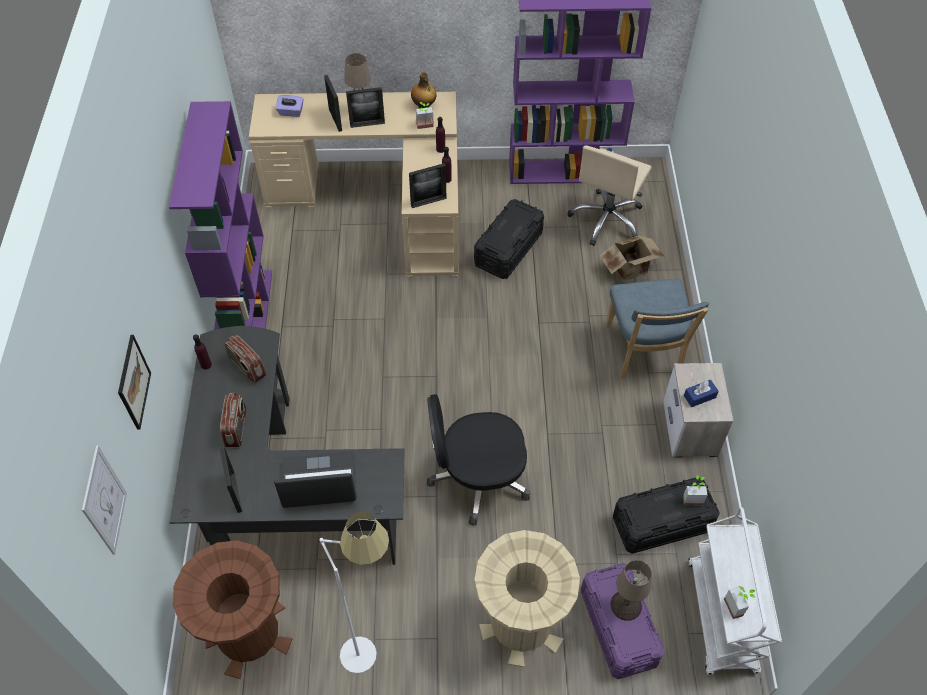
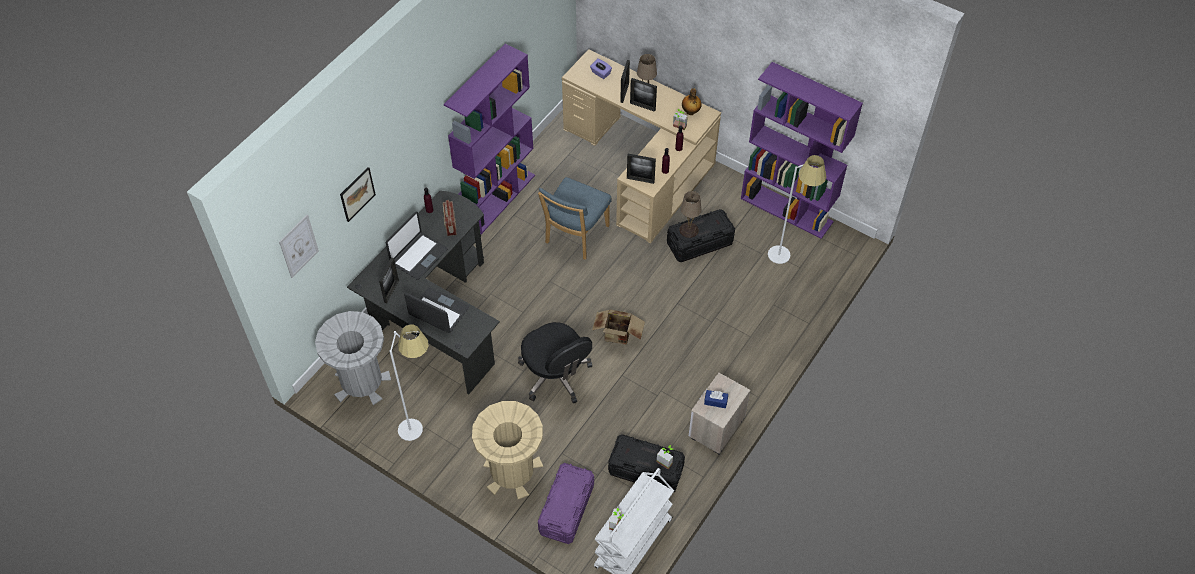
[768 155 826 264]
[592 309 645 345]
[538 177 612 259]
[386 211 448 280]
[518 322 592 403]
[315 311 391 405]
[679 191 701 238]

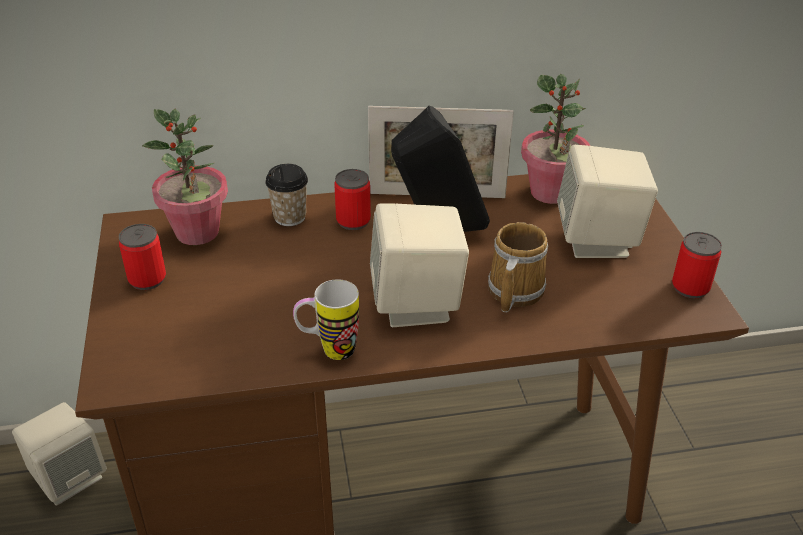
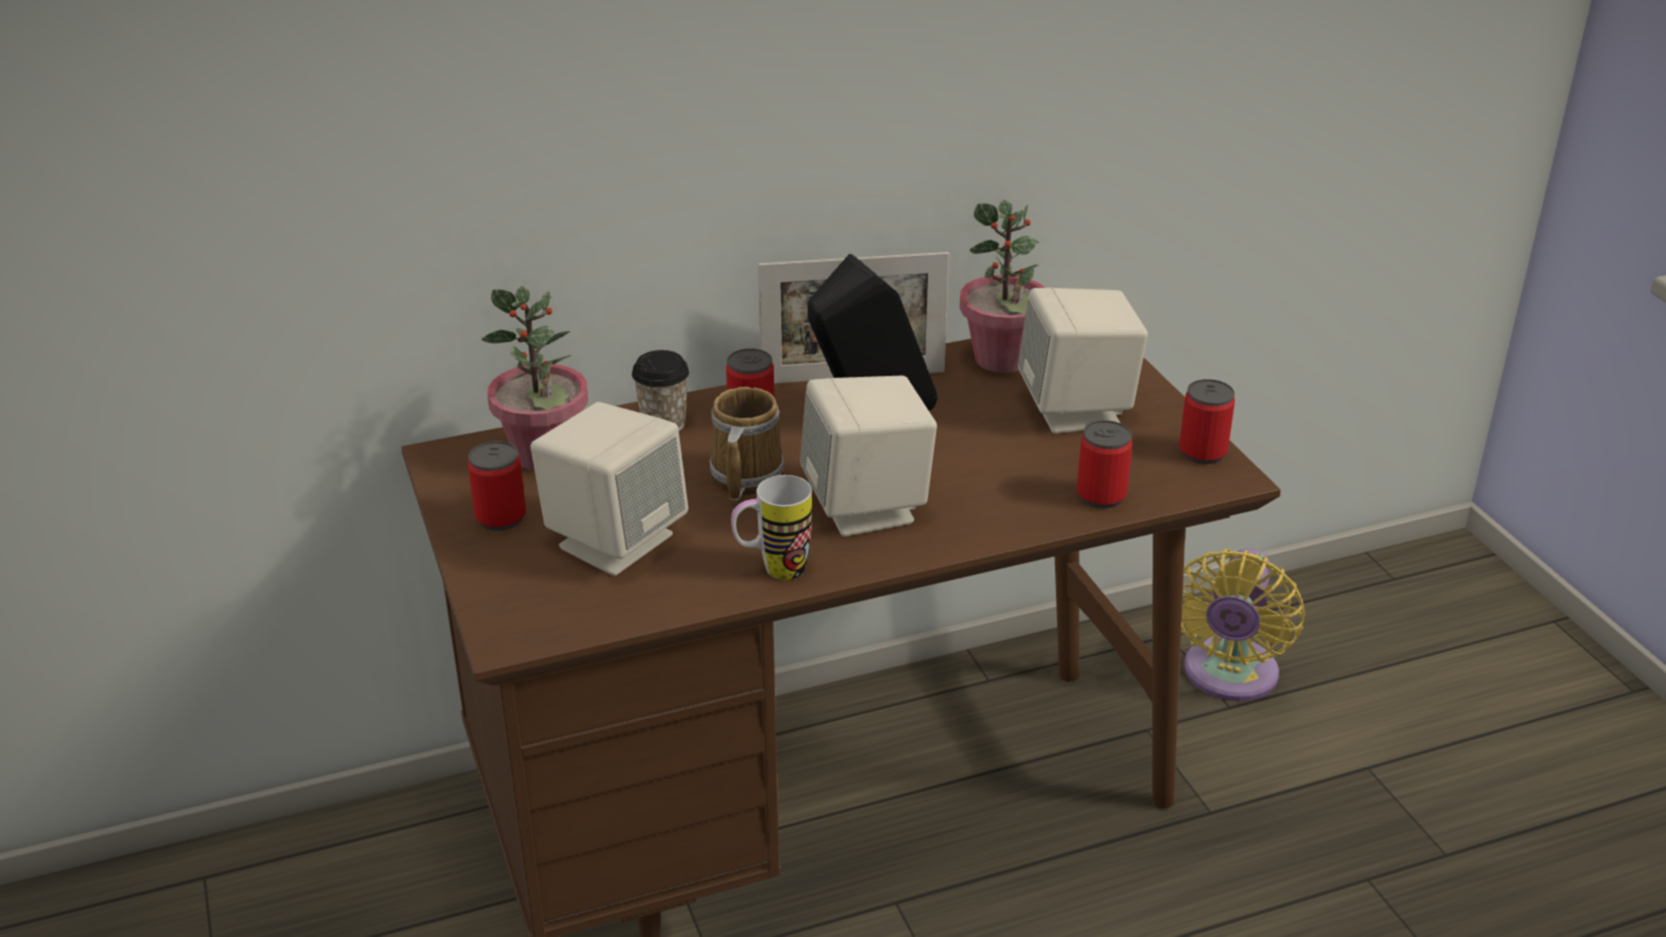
[709 387 785 501]
[531 402 688 576]
[1077 420 1133 508]
[1181 548 1305 701]

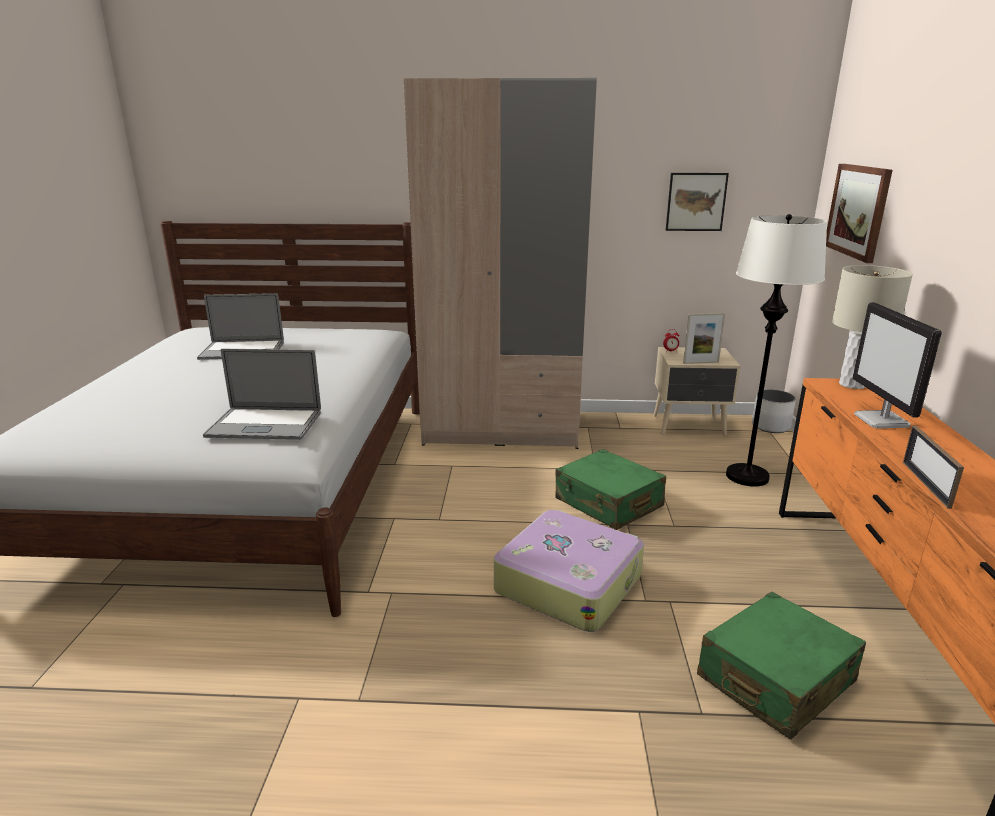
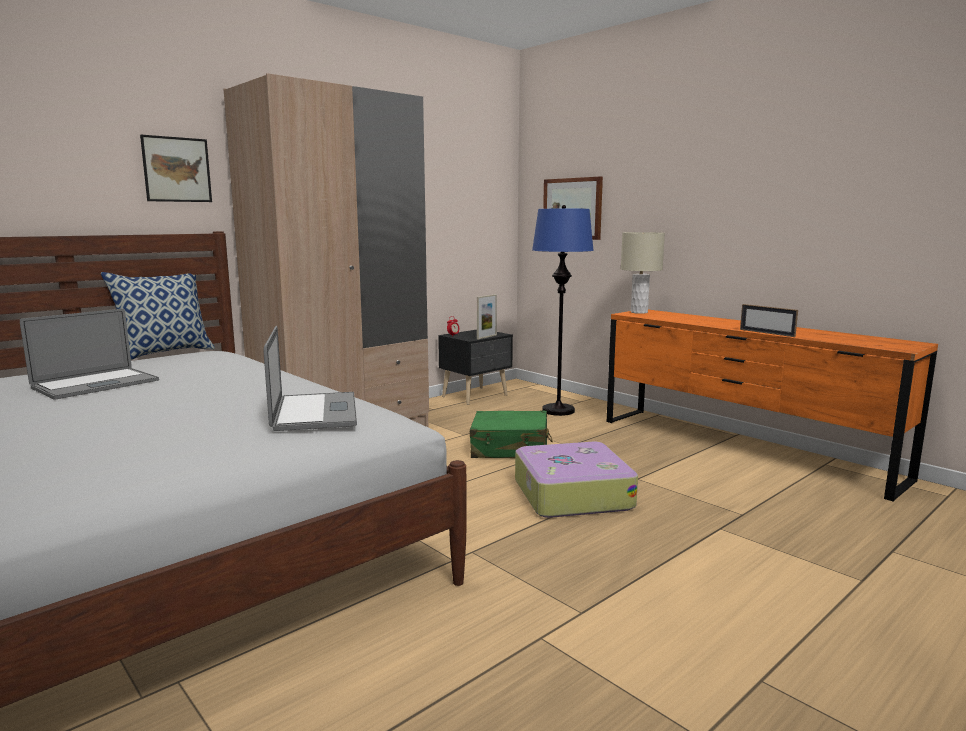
[140 135 212 202]
[532 205 594 416]
[852 302 942 428] (first image)
[438 330 513 405]
[264 326 357 431]
[752 389 796 433] (first image)
[697 591 866 740] (first image)
[101 272 215 360]

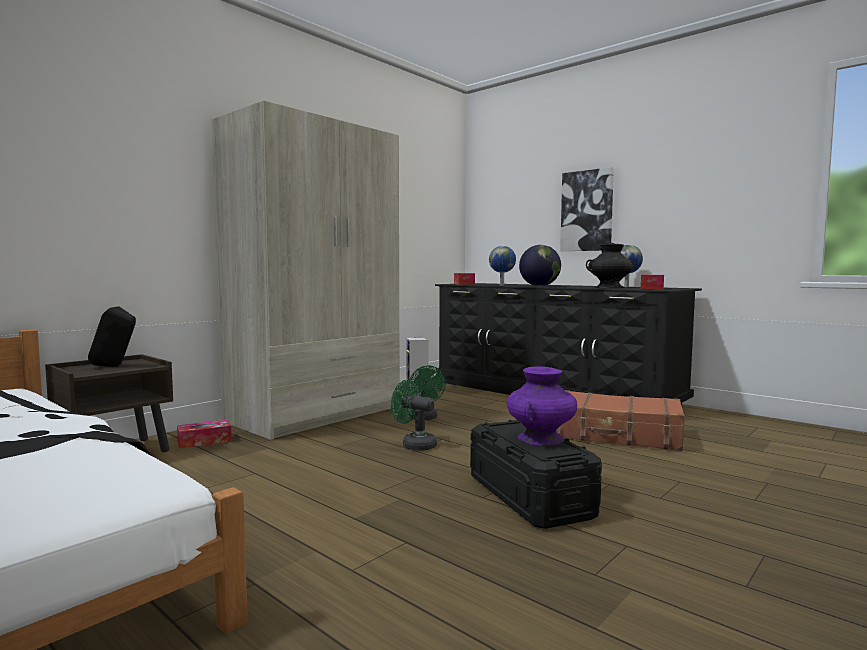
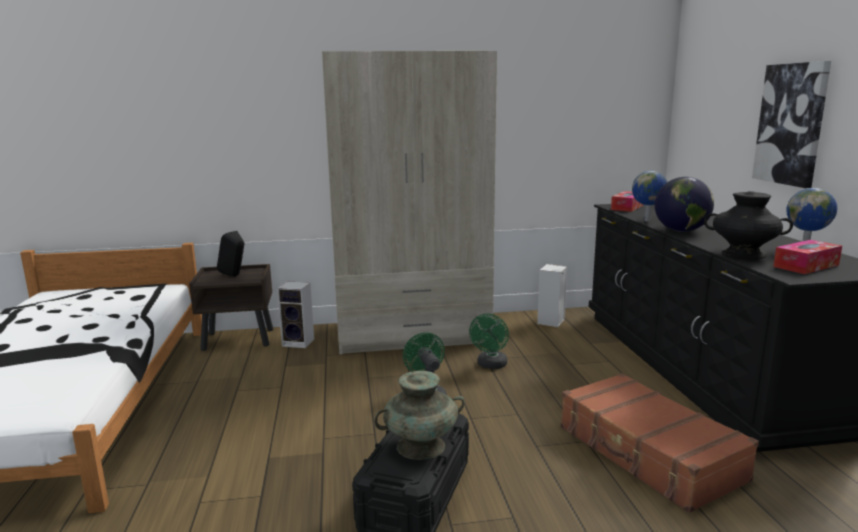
[374 371 465 460]
[277 281 314 348]

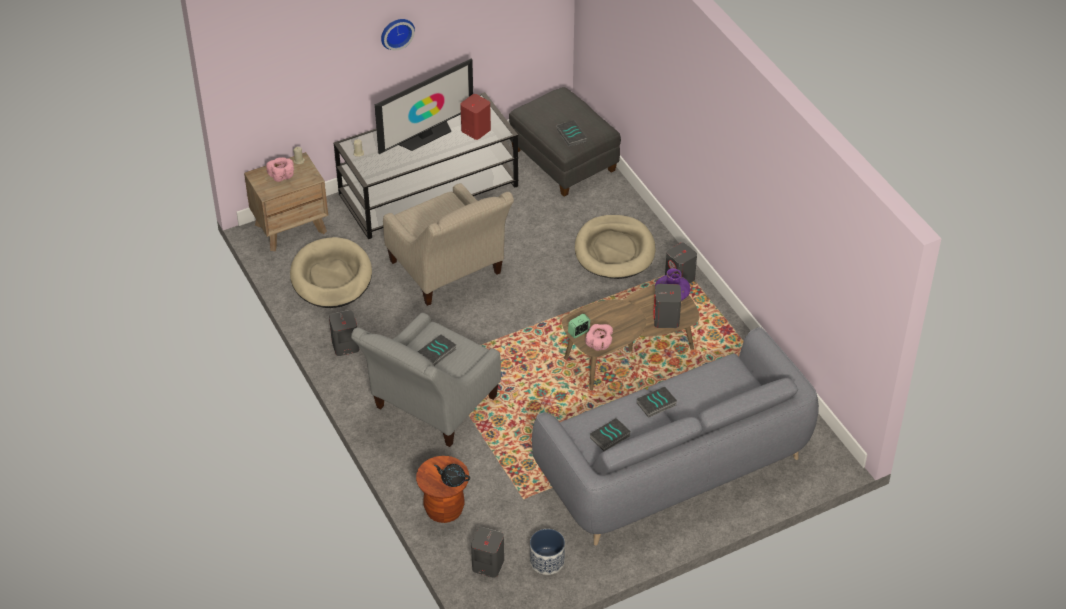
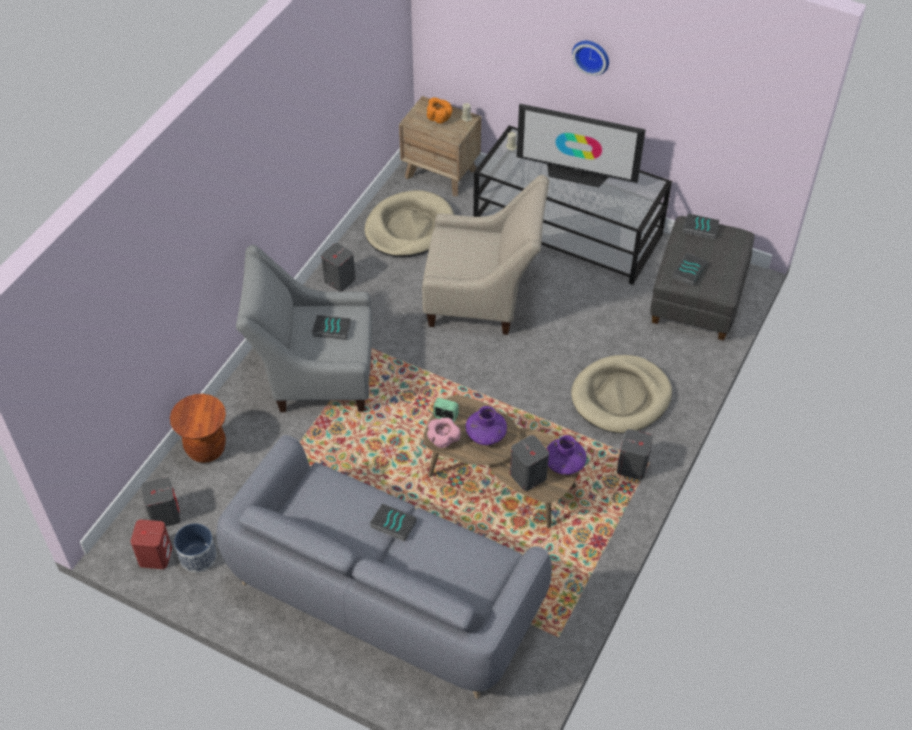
[130 520 172 569]
[427 97 452 124]
[422 175 549 335]
[683 213 719 239]
[434 464 470 487] (first image)
[466 406 507 445]

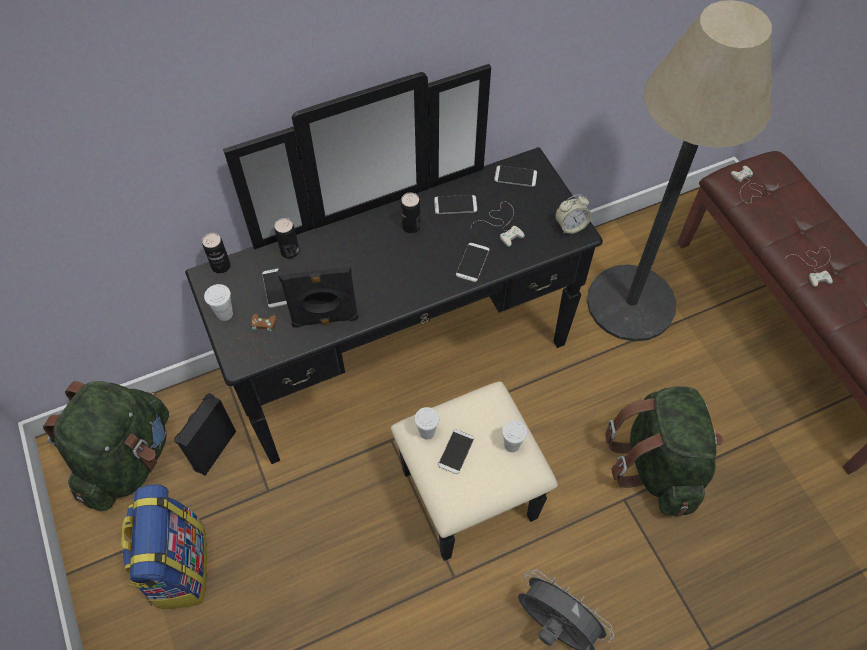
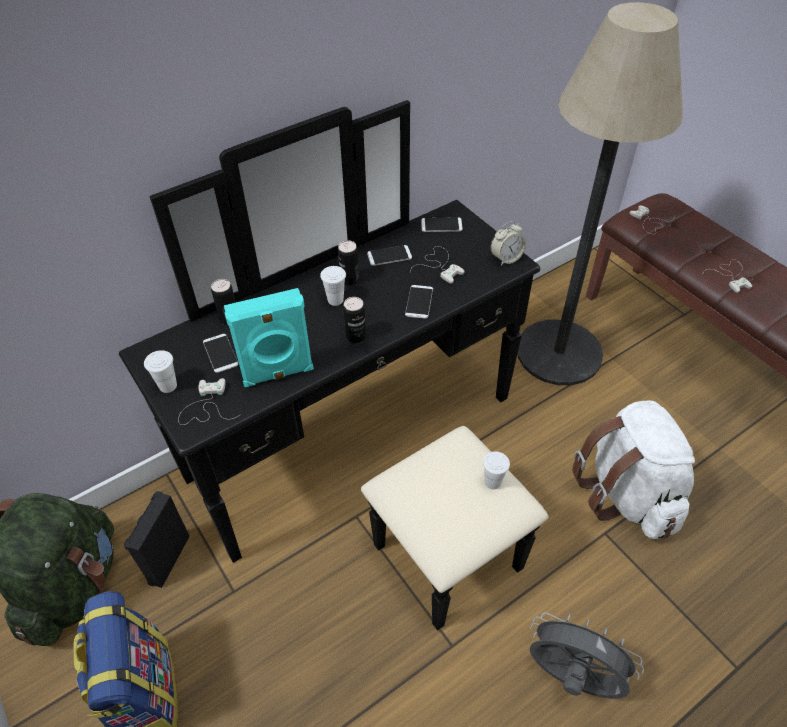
[343 297 366 344]
[224 288 314 387]
[178 378 241 425]
[572 401 695 539]
[320 266 346 306]
[438 429 474 474] (first image)

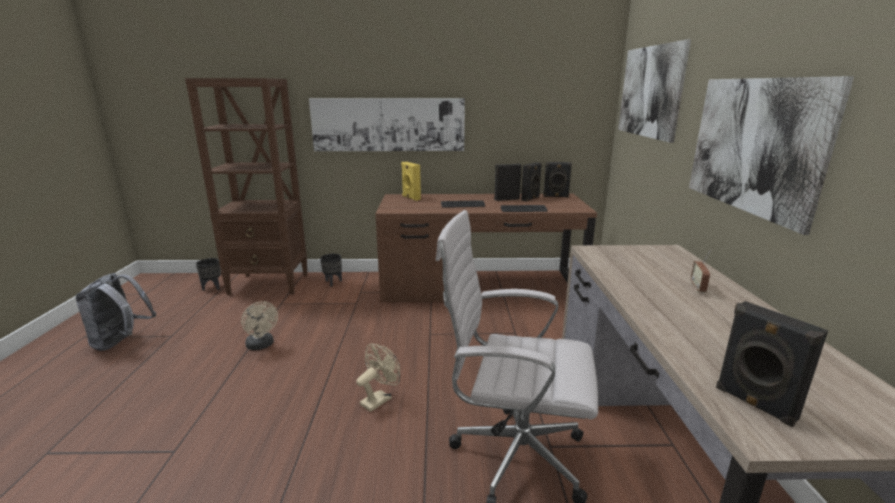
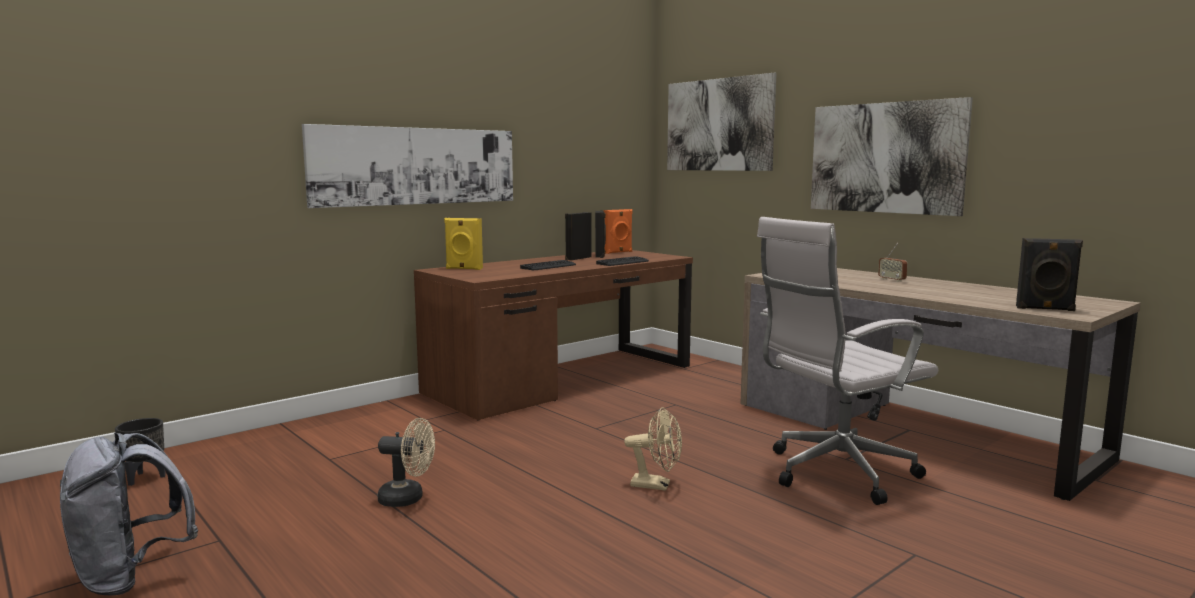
[185 78 308 295] (first image)
[604 209 632 254]
[320 254 342 286] (first image)
[624 407 682 491]

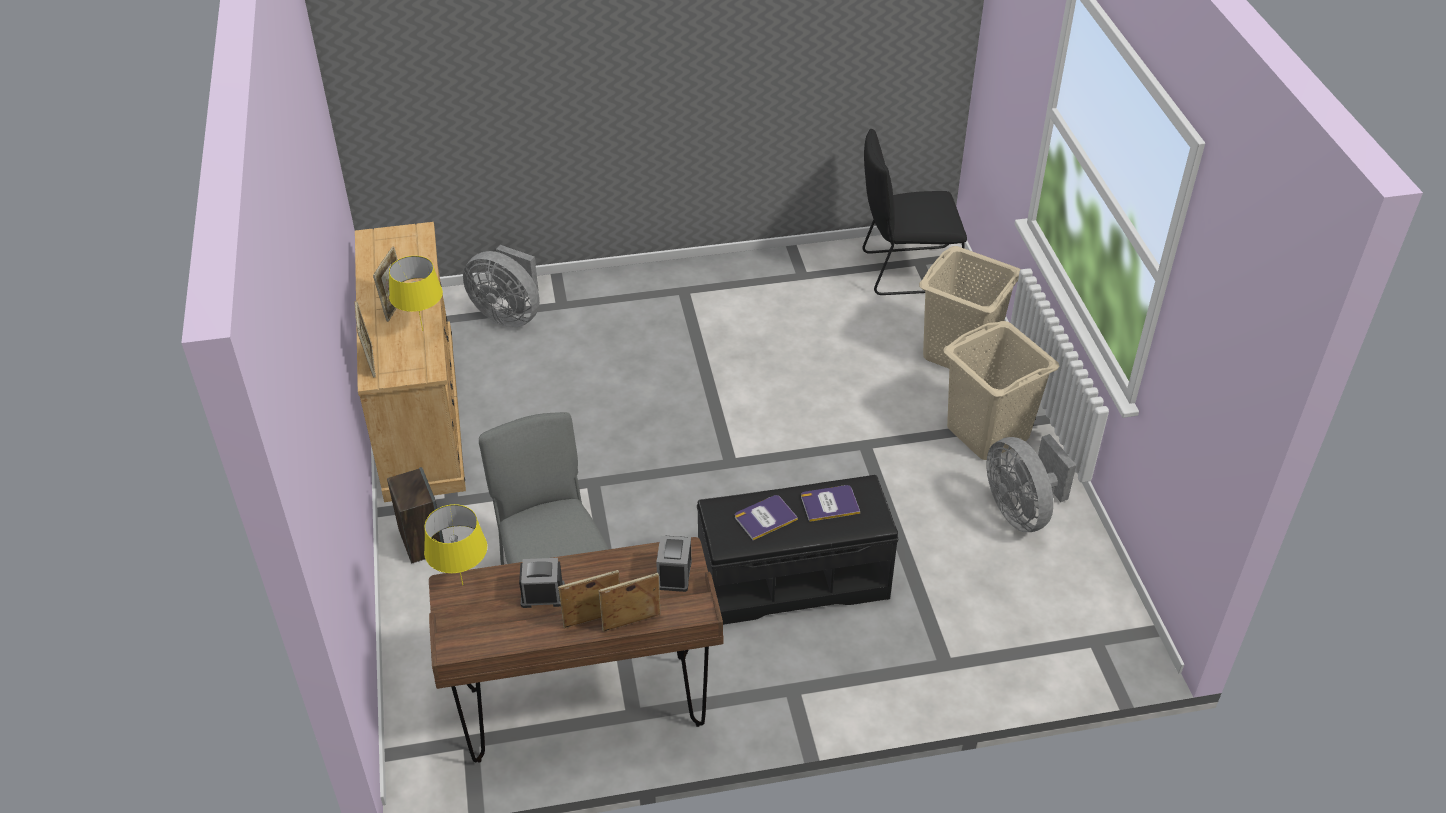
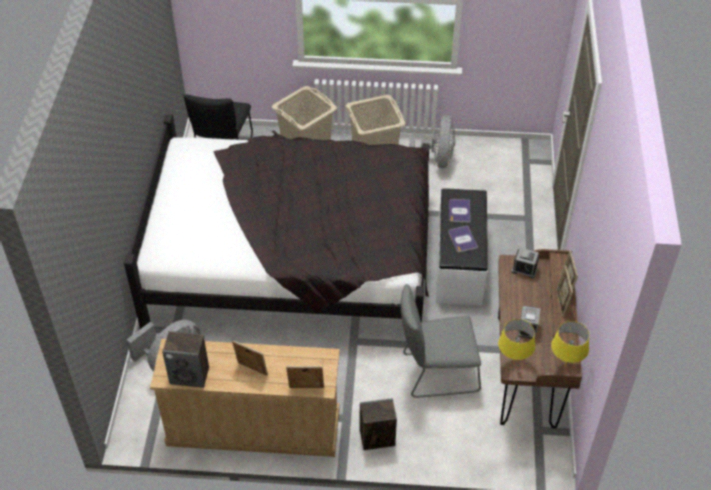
[551 321 589 367]
[409 115 456 168]
[436 188 488 306]
[124 114 430 329]
[162 331 209 388]

